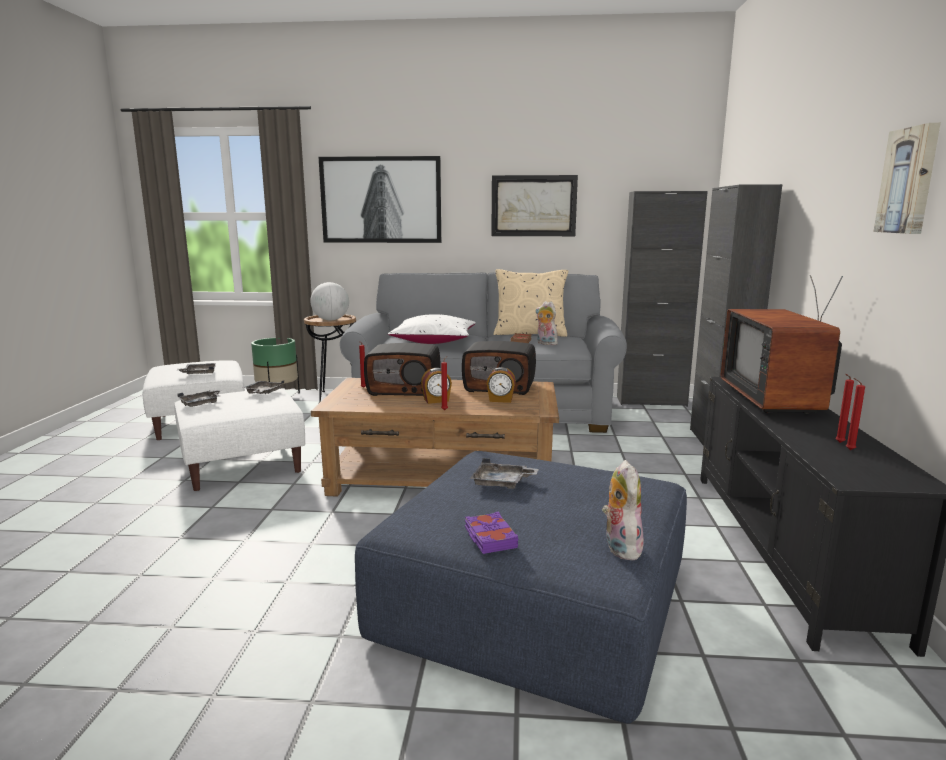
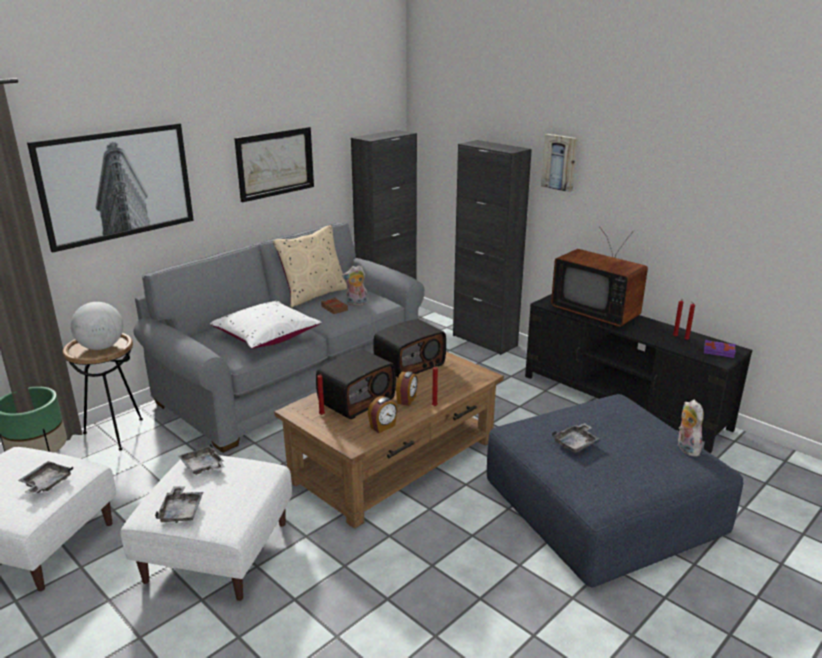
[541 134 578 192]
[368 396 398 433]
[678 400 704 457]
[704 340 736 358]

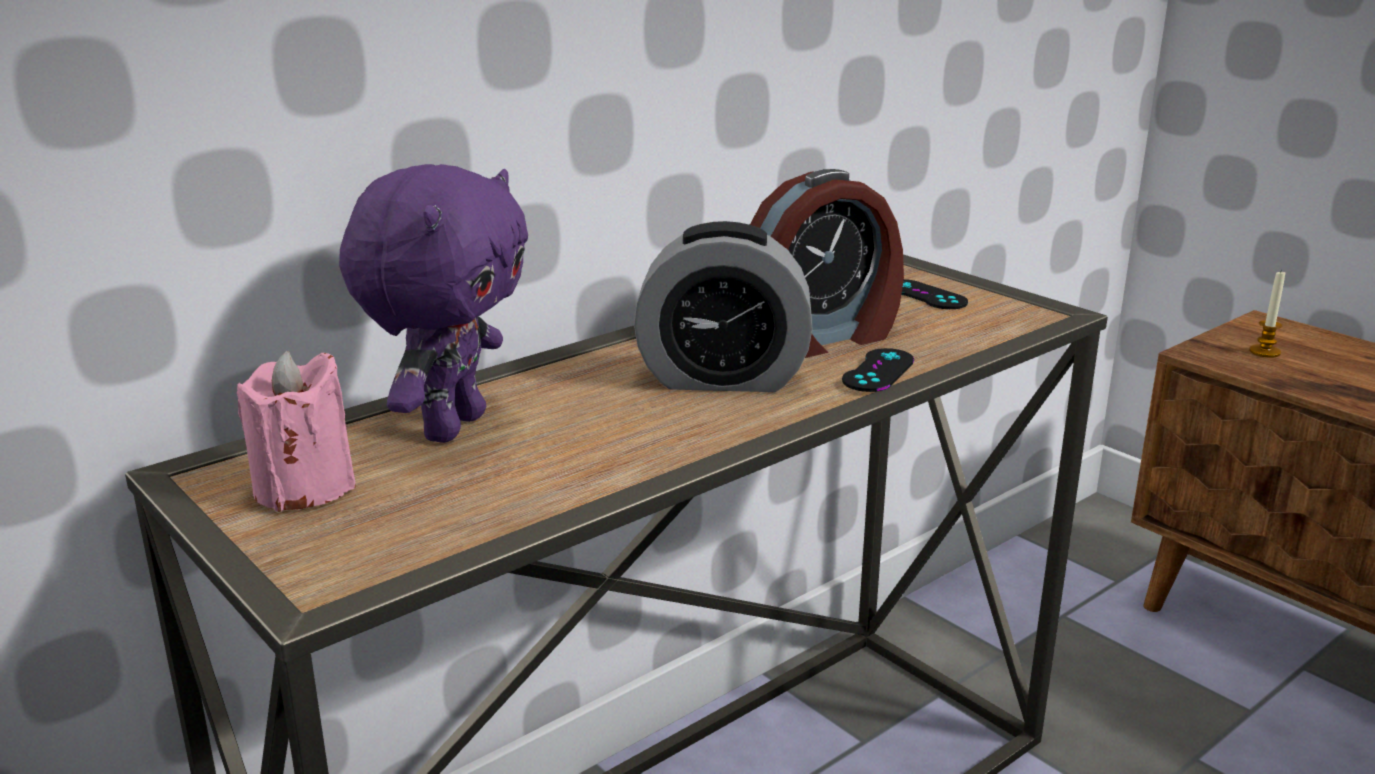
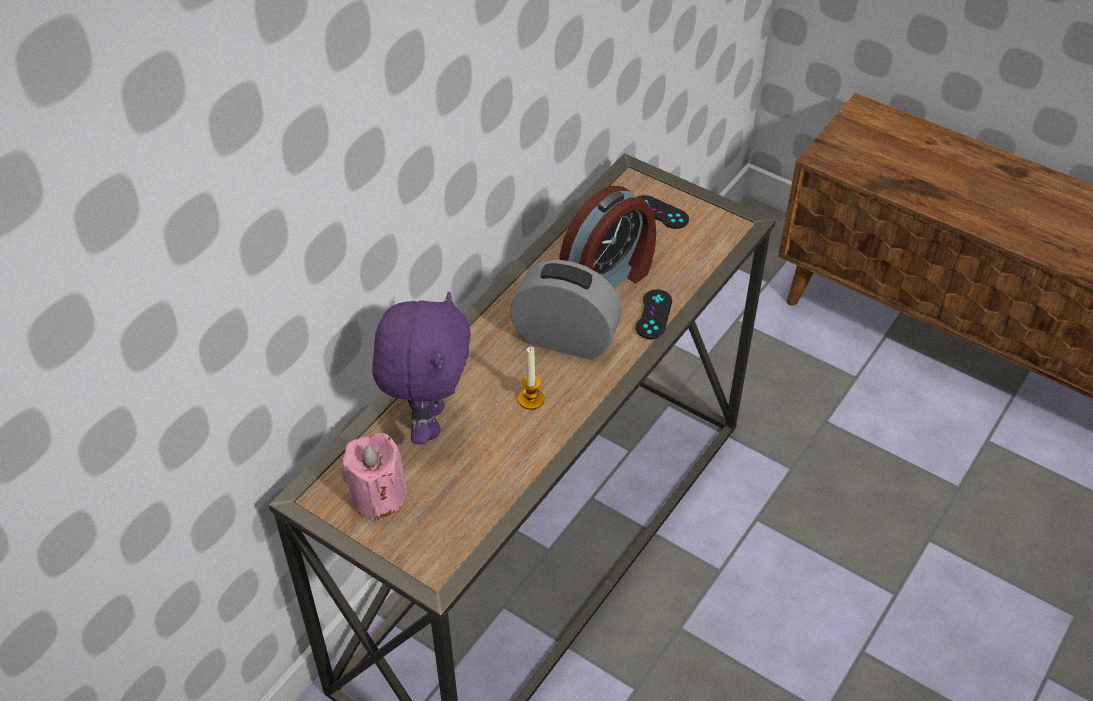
[510 260 622 360]
[518 347 544 410]

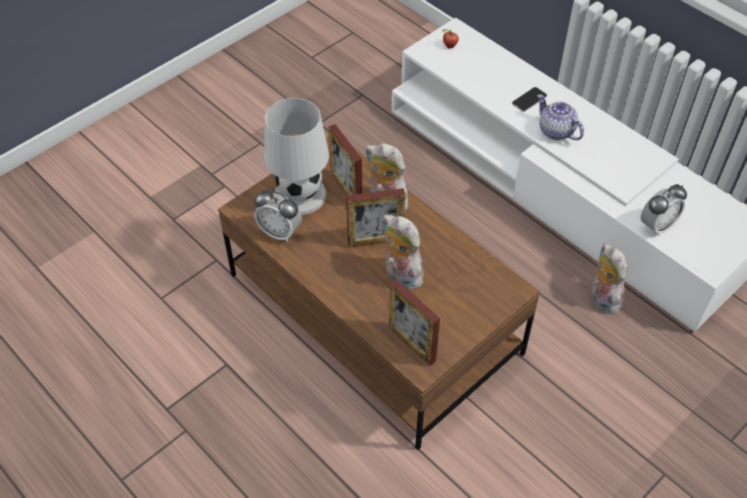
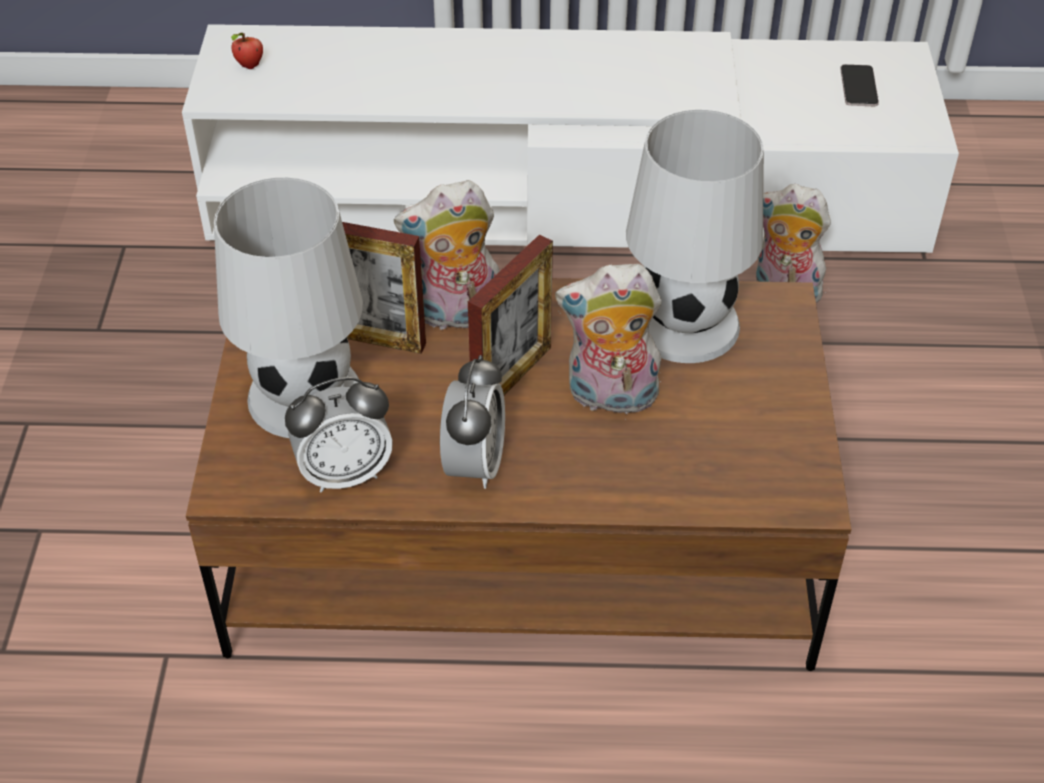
[840 64 879 106]
[537 94 584 140] (first image)
[440 355 505 489]
[389 279 440 366] (first image)
[626 110 764 363]

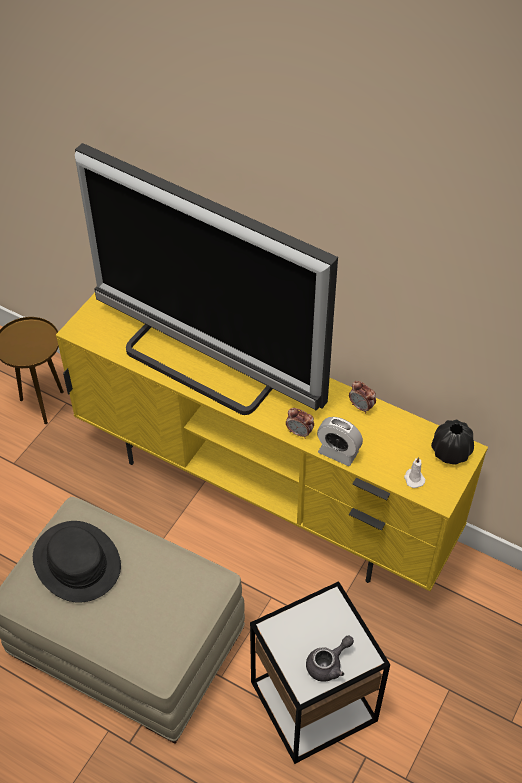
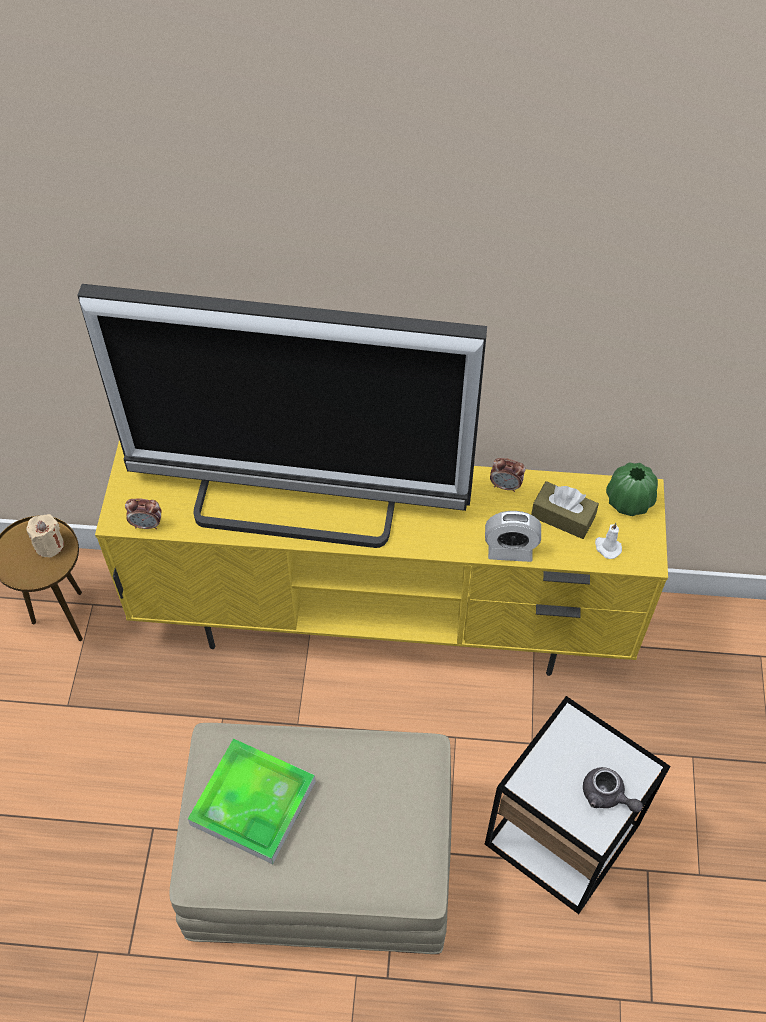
[125 499 161 529]
[606 462 658 516]
[188 739 316 864]
[583 767 643 813]
[531 481 599 539]
[26 514 64 558]

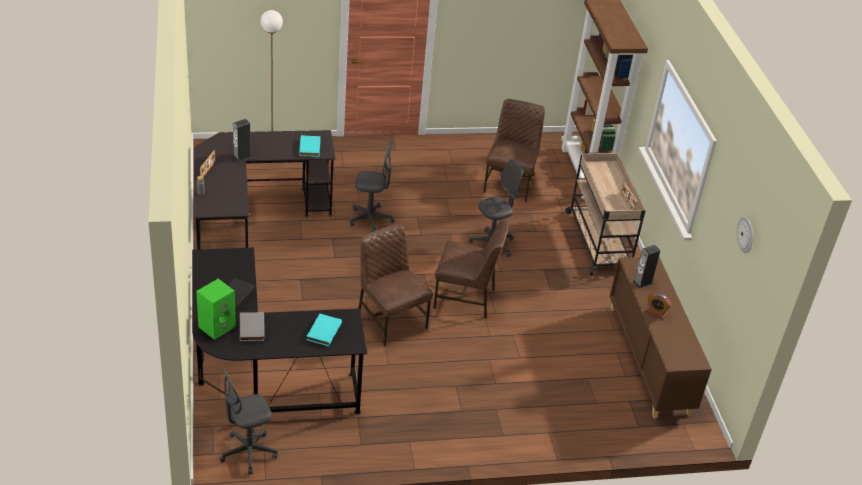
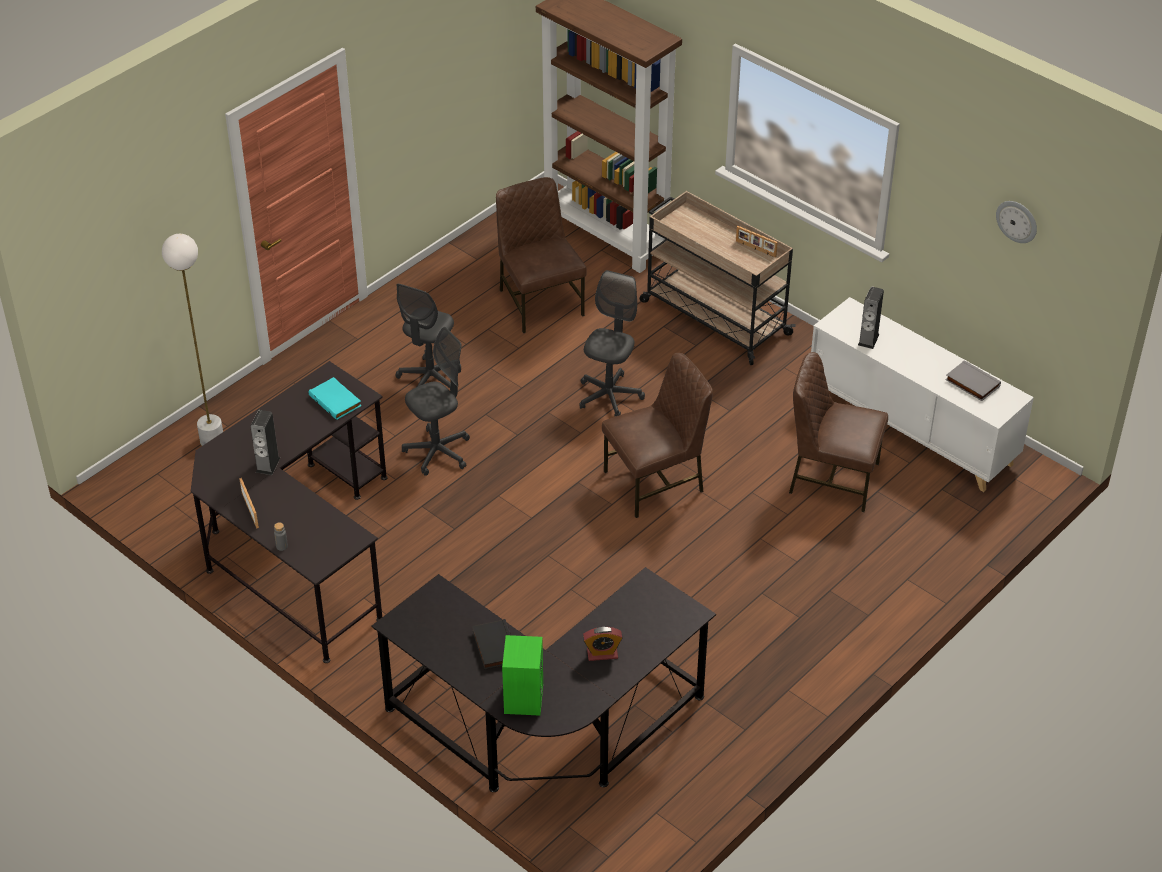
[789 352 888 512]
[811 297 1034 492]
[583 627 623 661]
[945 360 1001 401]
[306 314 342 346] (first image)
[395 284 461 390]

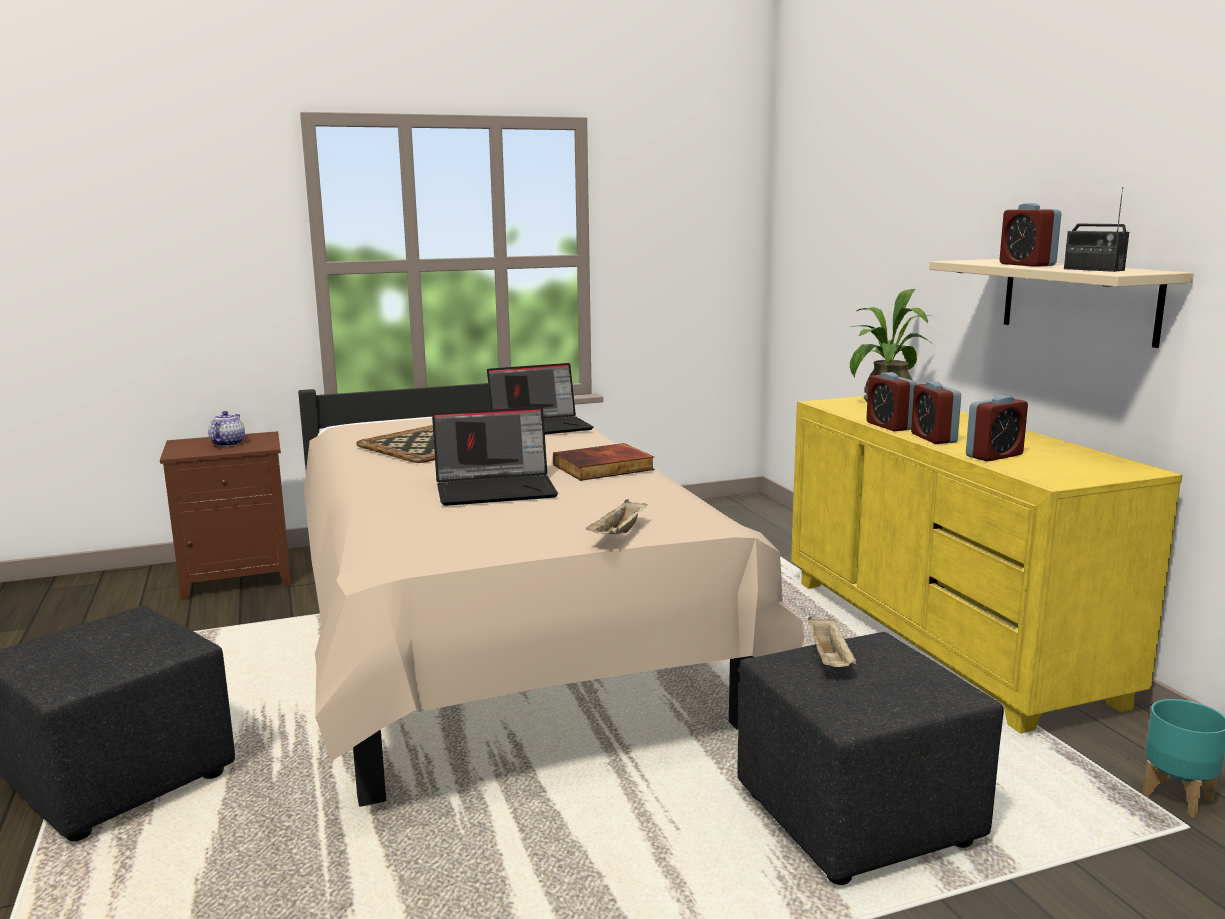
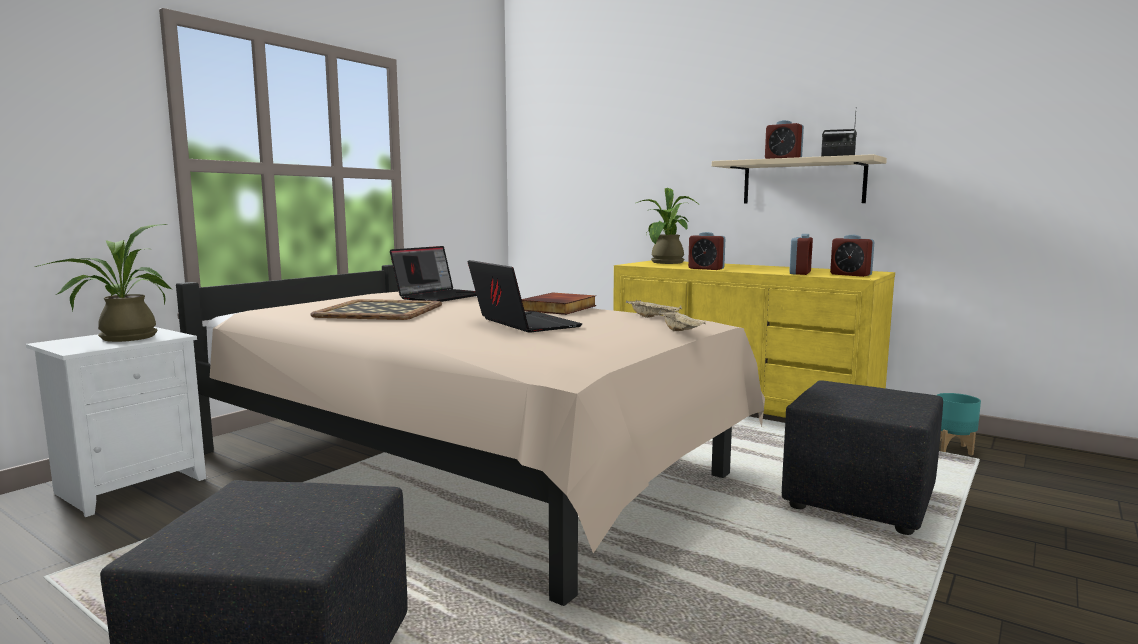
[830 235 874 277]
[468 260 582 333]
[35 224 172 342]
[26 327 206 517]
[626 300 682 318]

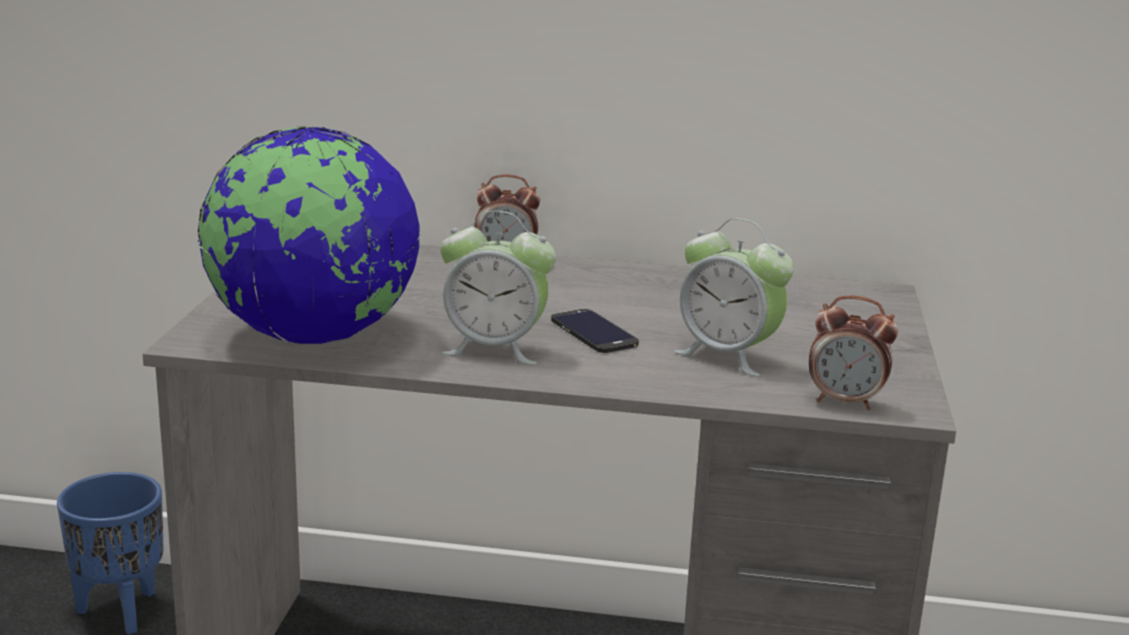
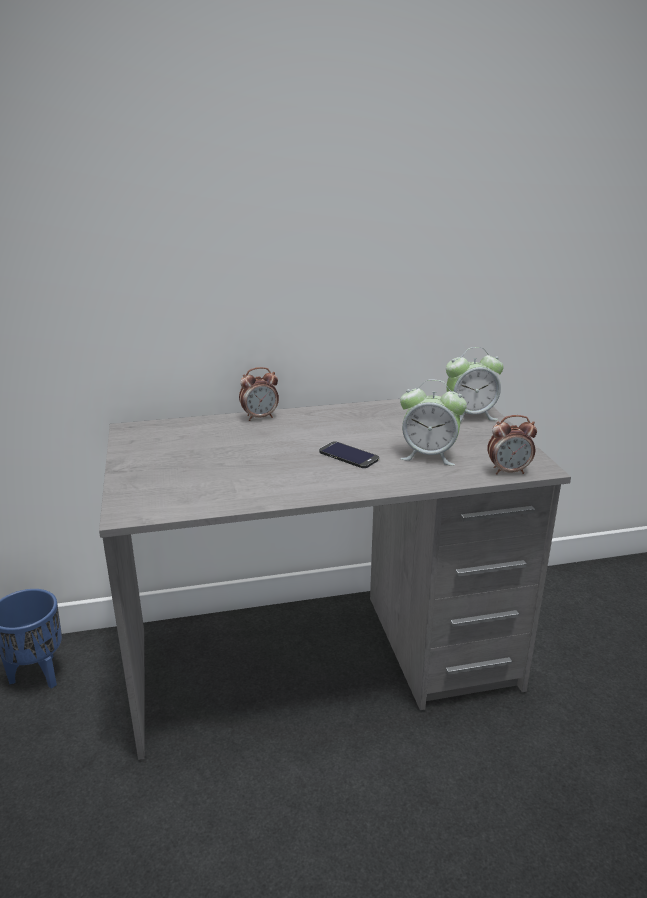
[198 127 421 344] (first image)
[446 347 504 423]

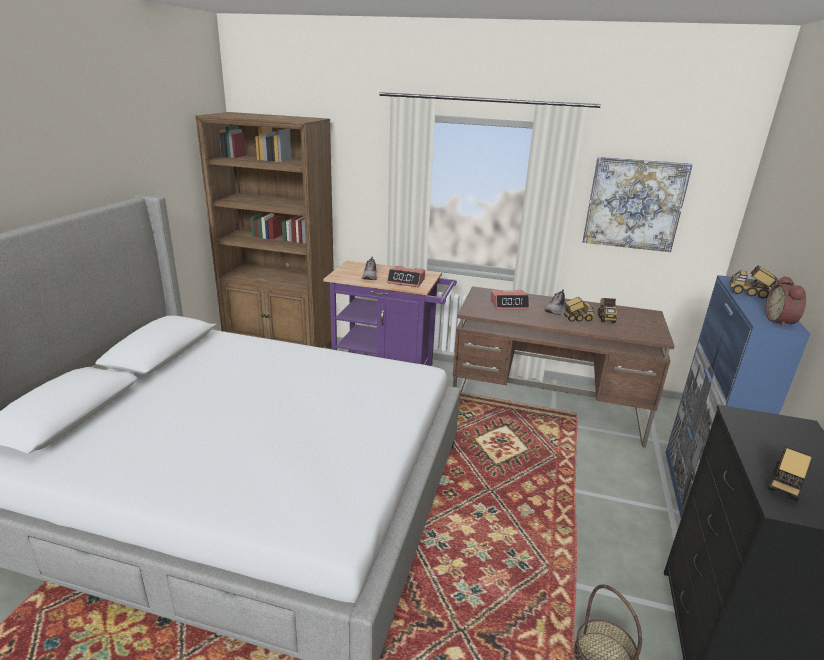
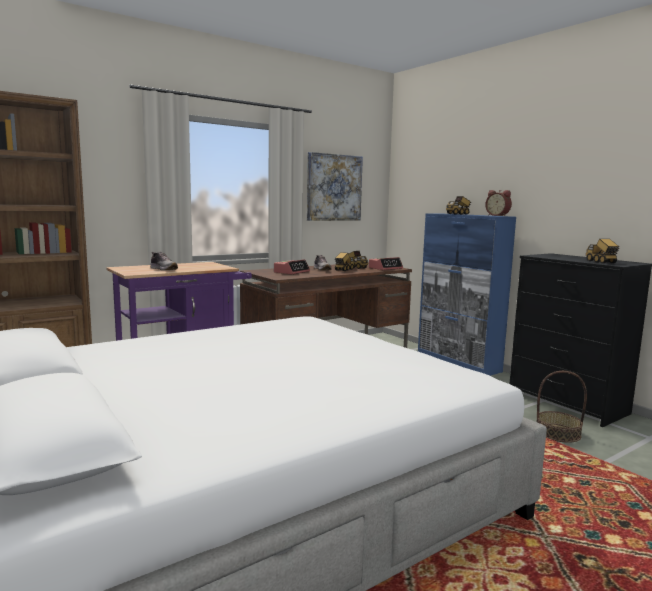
[369 257 403 270]

